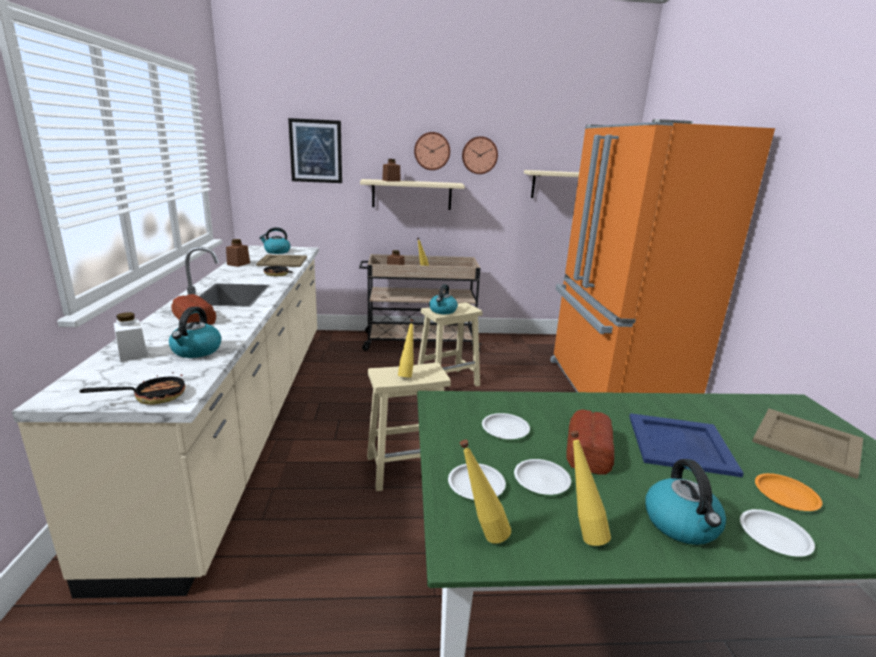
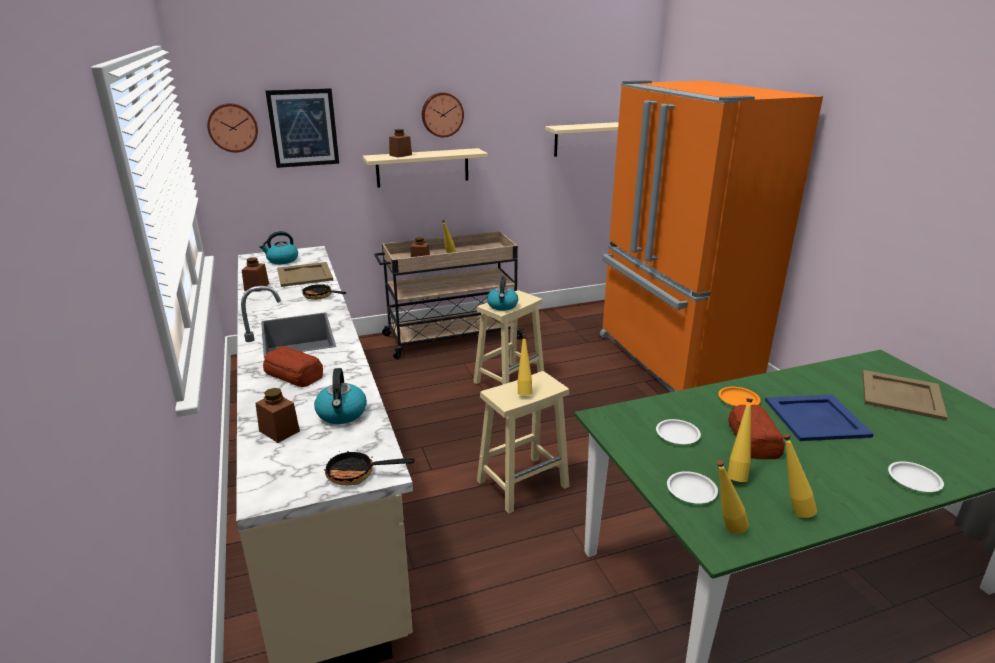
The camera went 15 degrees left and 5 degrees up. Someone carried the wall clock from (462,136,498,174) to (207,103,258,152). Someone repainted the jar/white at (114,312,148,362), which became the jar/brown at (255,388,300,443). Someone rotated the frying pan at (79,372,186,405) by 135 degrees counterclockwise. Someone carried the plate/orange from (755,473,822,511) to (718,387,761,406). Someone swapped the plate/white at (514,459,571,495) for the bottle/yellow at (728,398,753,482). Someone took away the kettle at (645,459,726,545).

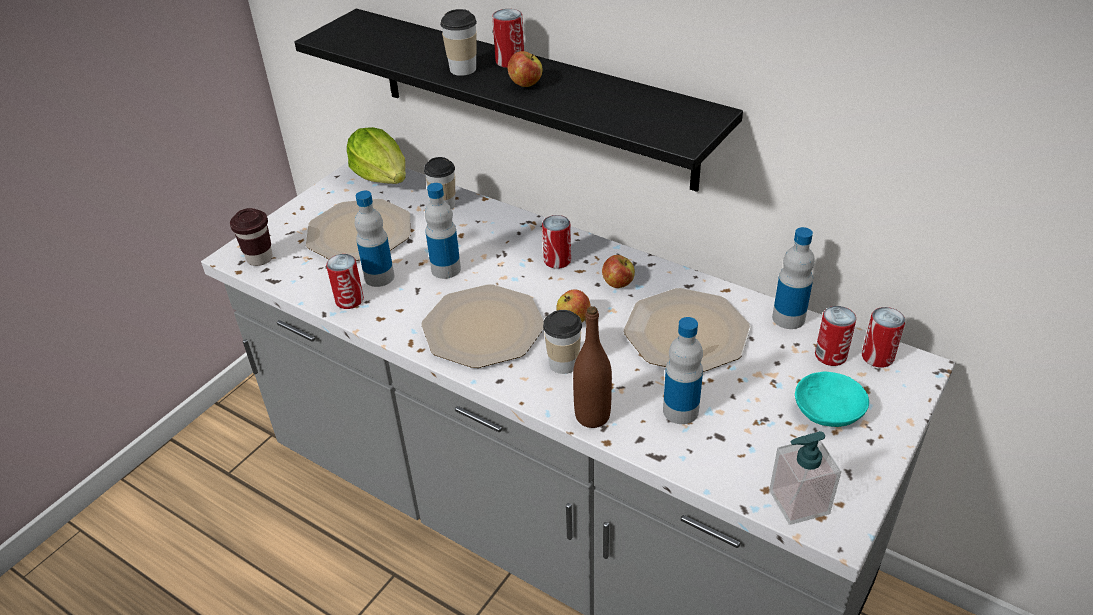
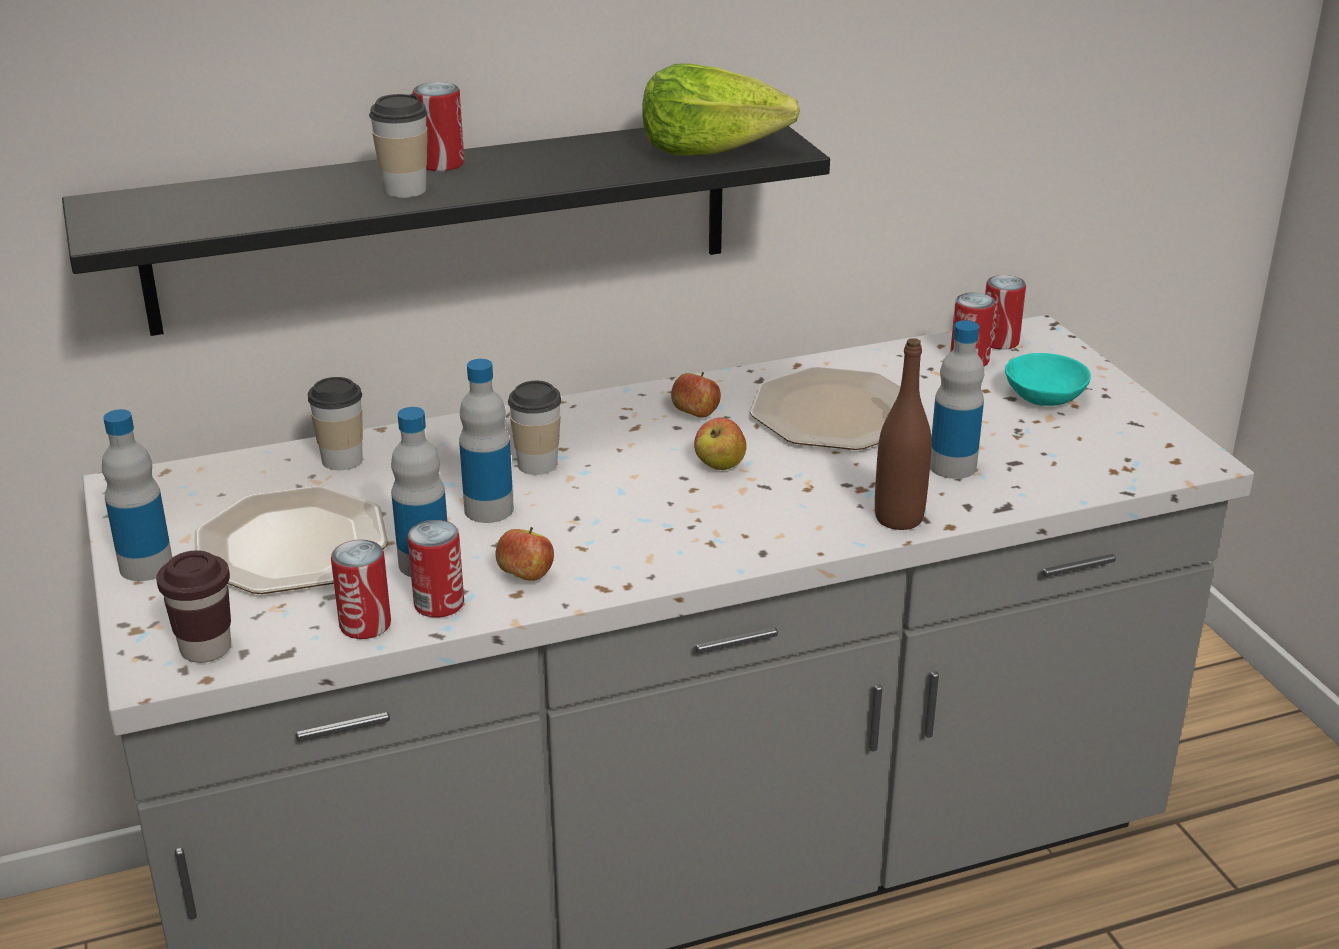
The camera went 55 degrees left and 10 degrees down. Someone carried the bottle from (772,227,815,329) to (102,409,172,581). Someone carried the can from (542,215,571,269) to (331,540,391,639). Someone carried the apple from (508,51,543,87) to (496,527,554,581). Someone carried the cup from (543,310,582,374) to (508,381,562,475). Someone carried the lettuce from (347,127,406,184) to (642,64,800,155). Someone took away the plate at (421,284,544,368). Someone took away the soap dispenser at (769,431,841,525).

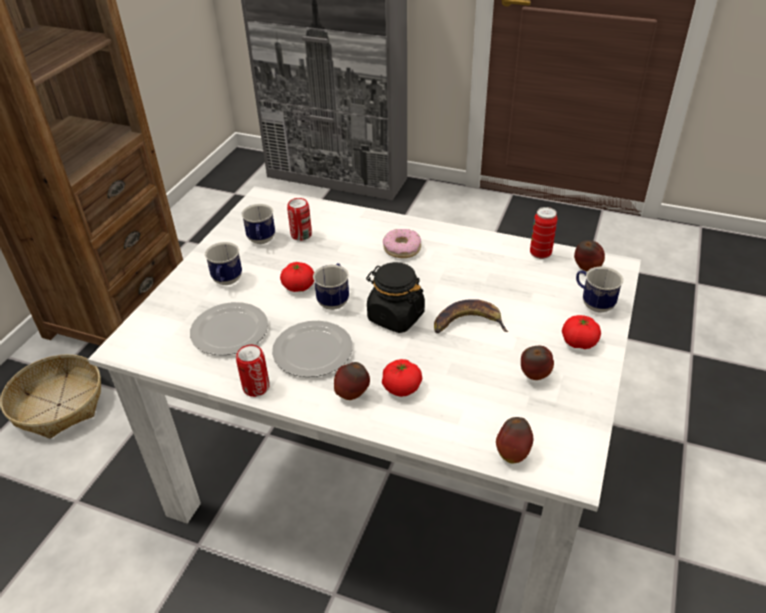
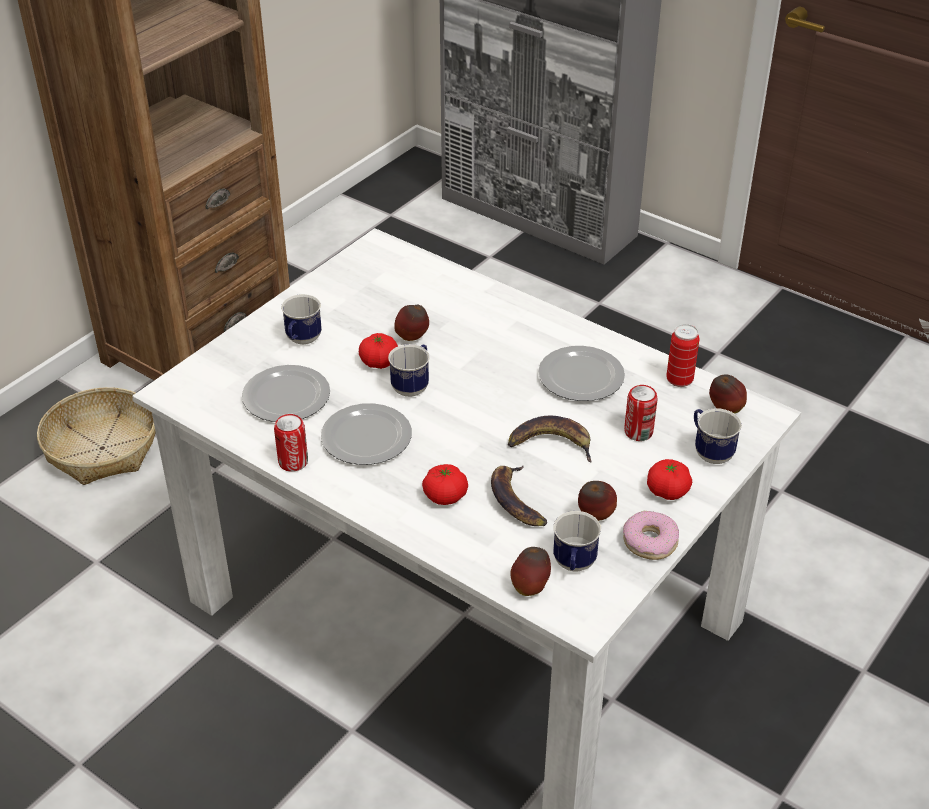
The camera went 15 degrees right and 0 degrees up. Someone carried the apple from (334,362,370,400) to (394,305,429,341). Someone put down the banana at (491,465,547,526). Someone put down the plate at (538,346,625,401). Someone carried the mug from (242,204,275,244) to (553,511,601,572). Someone carried the donut from (383,229,421,258) to (623,511,679,560). Someone carried the can from (287,198,312,241) to (624,385,658,441). Someone took away the jar/black at (366,262,425,333).

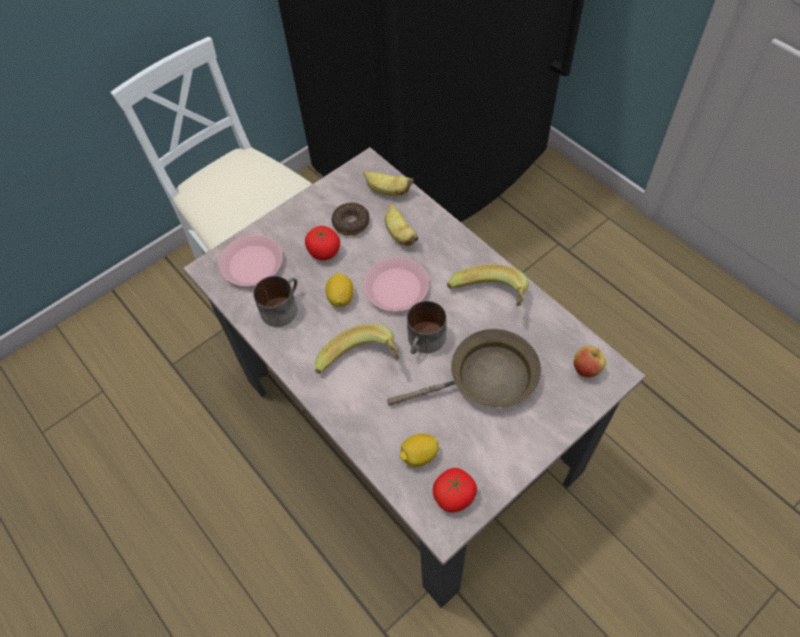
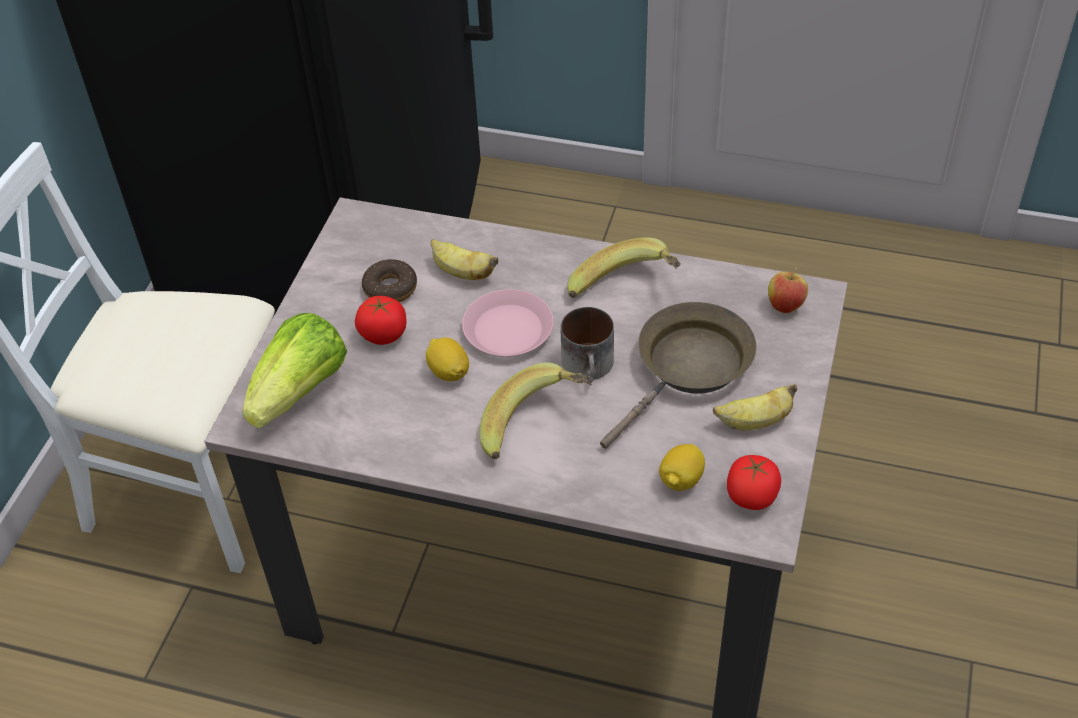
The camera went 35 degrees left and 10 degrees down. Someone swapped the plate/pink at (219,235,283,286) for the lettuce at (242,313,347,428). Someone carried the banana from (364,171,414,196) to (713,384,797,431). Someone took away the mug at (253,276,297,327).

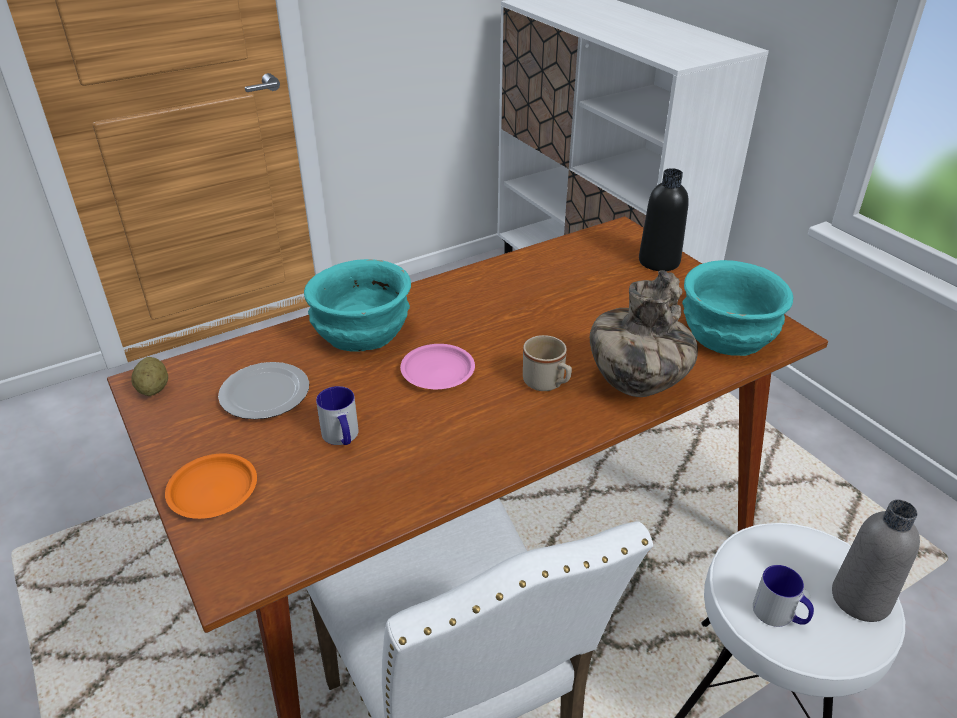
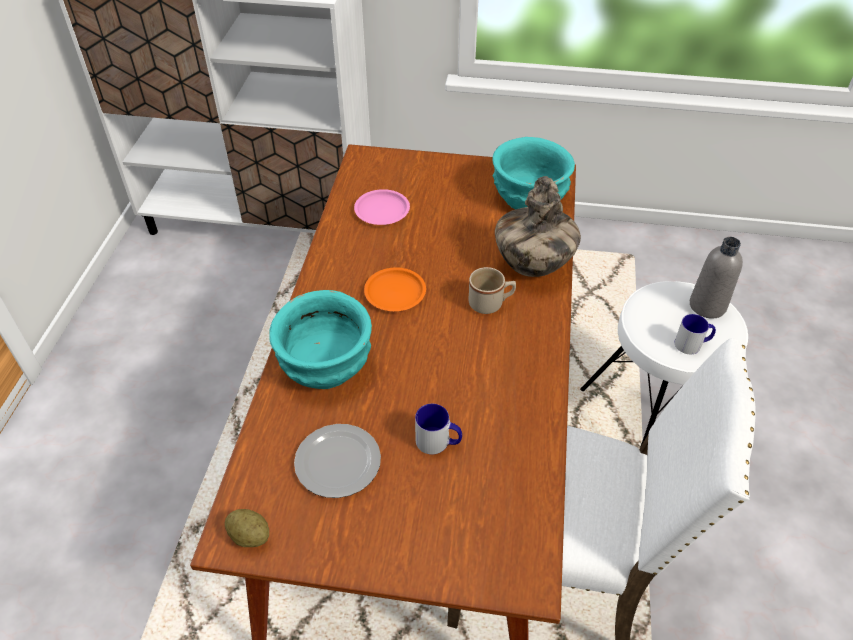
The camera went 50 degrees left and 10 degrees up. Someone carried the plate/pink from (400,344,475,389) to (354,189,410,225). Someone carried the plate/orange from (165,453,257,519) to (364,267,426,311). Someone took away the bottle/black at (639,168,689,271).

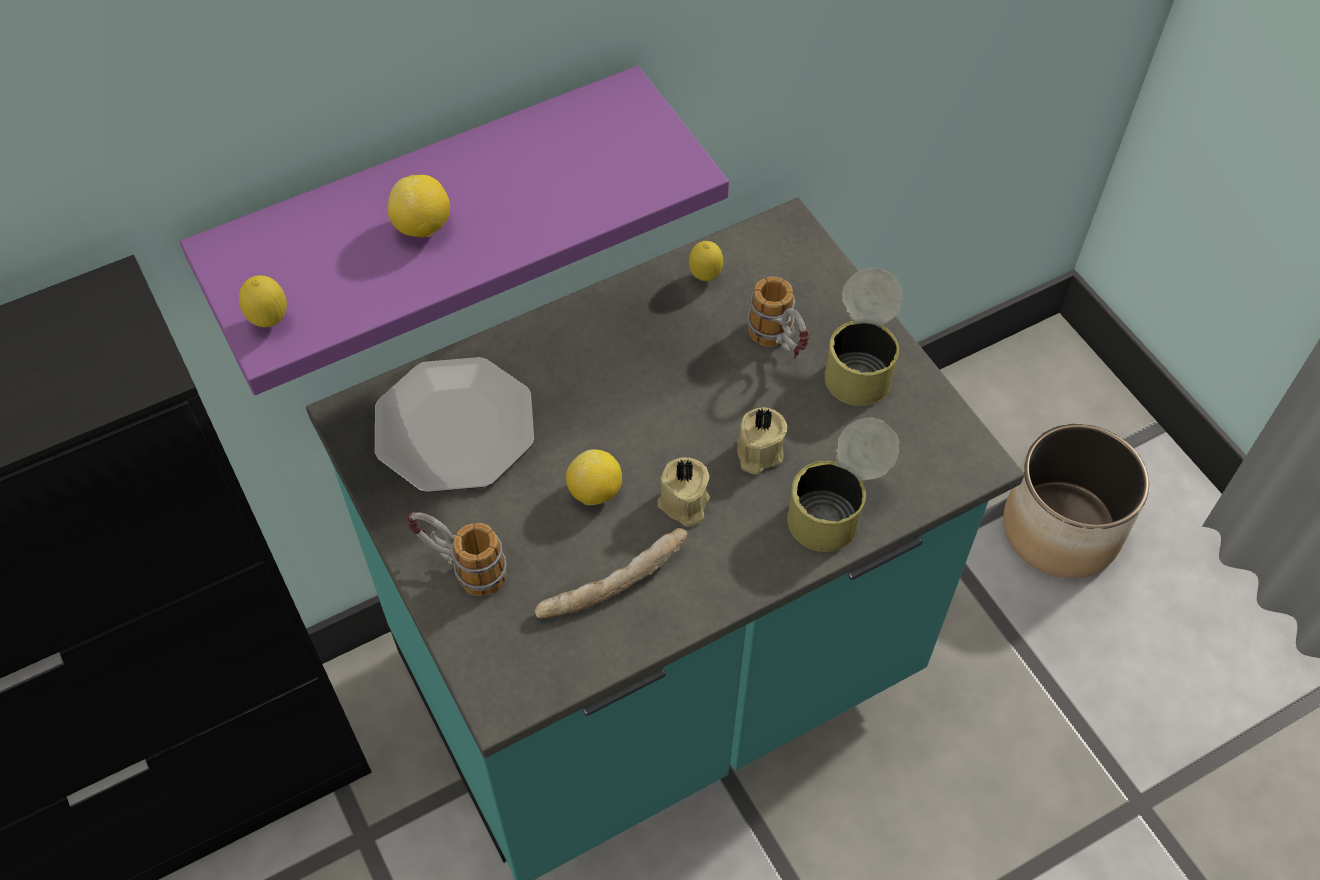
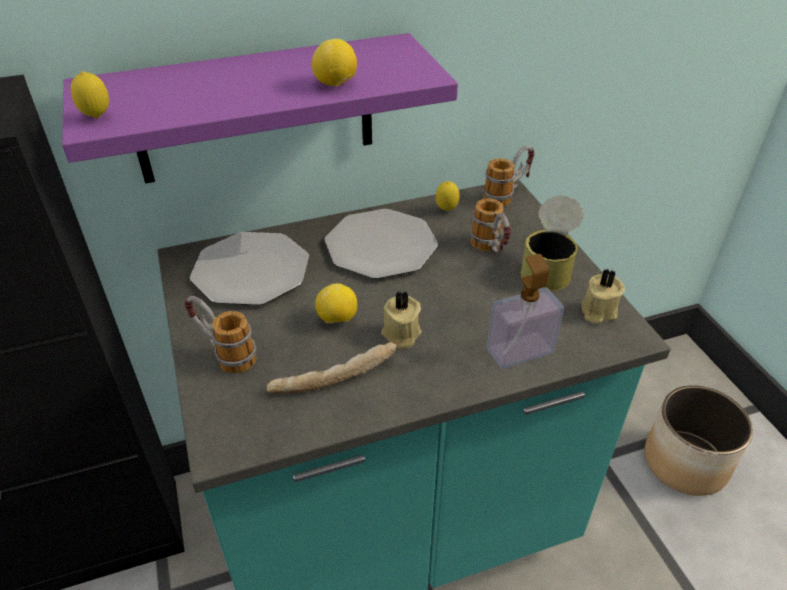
The camera went 10 degrees right and 15 degrees down. Someone carried the lemon from (388,175,450,237) to (312,39,357,86). Someone put down the plate at (324,209,438,279). Someone put down the mug at (483,146,535,207). Someone swapped the can at (787,417,900,552) for the soap dispenser at (487,254,564,369). Someone carried the candle/beige from (737,407,787,474) to (581,268,625,324).

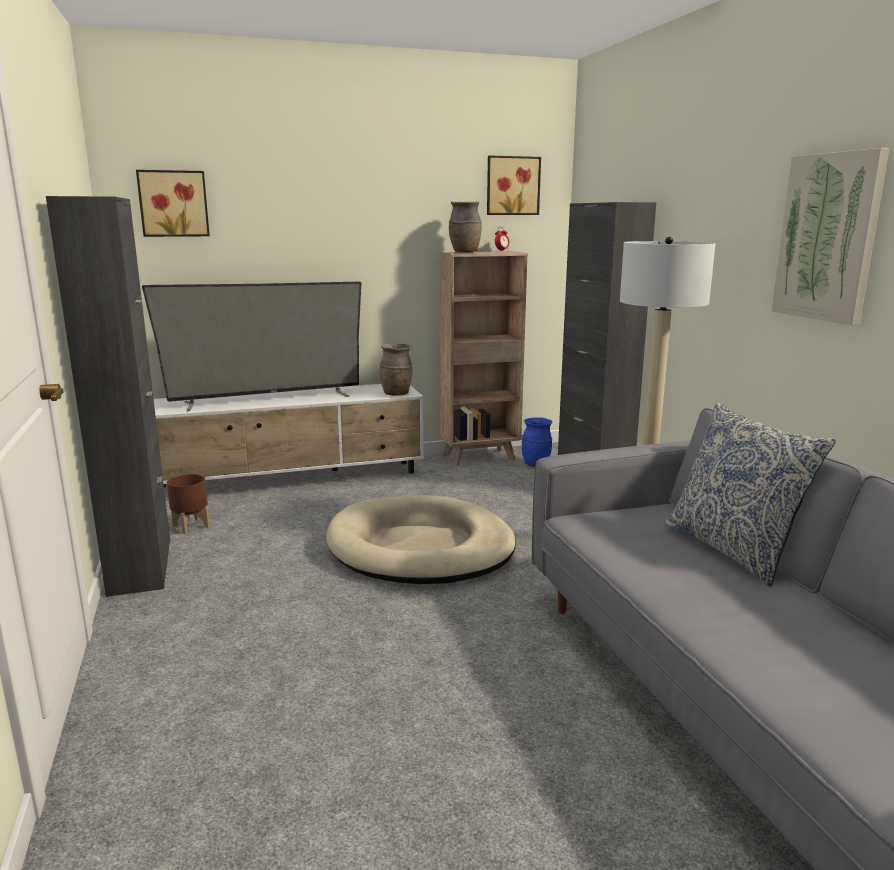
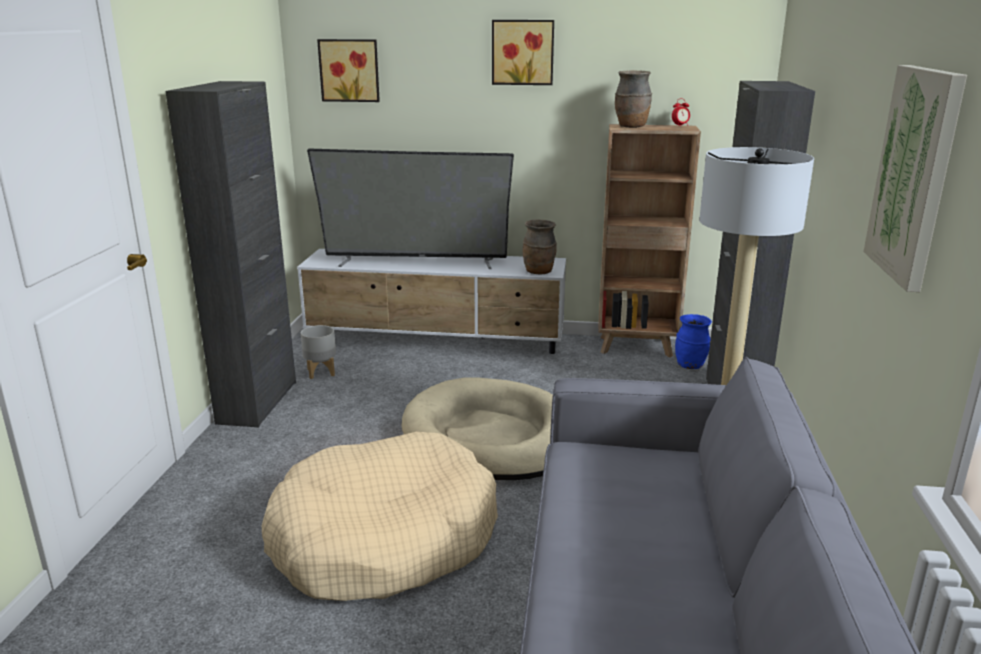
The camera went 25 degrees right and 5 degrees up. Someone put down the dog bed/beige at (262,432,498,601). Someone repainted the planter/brown at (167,474,209,534), which became the planter/grey at (301,325,336,379). Someone carried the picture from (487,156,541,215) to (492,20,554,85). Someone took away the pillow at (665,403,836,587).

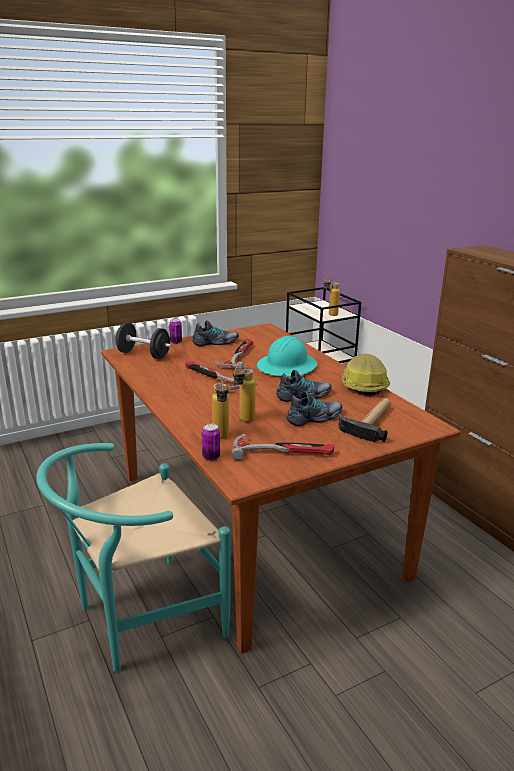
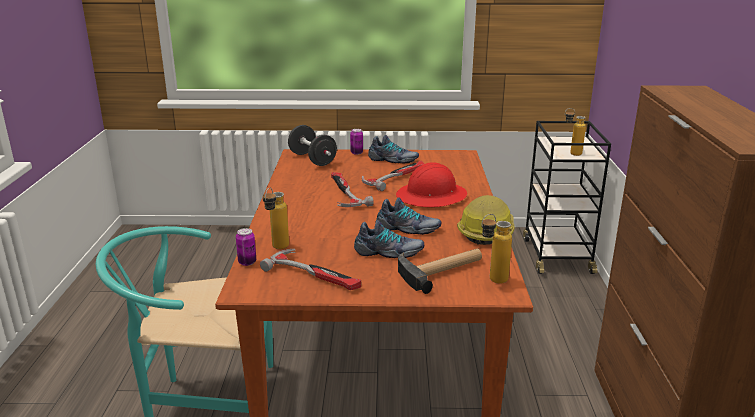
The camera went 30 degrees right and 0 degrees up. Someone repainted the hard hat/turquoise at (257,336,317,377), which became the hard hat/red at (396,162,467,207). Someone carried the bottle from (233,364,256,422) to (481,214,512,284).

